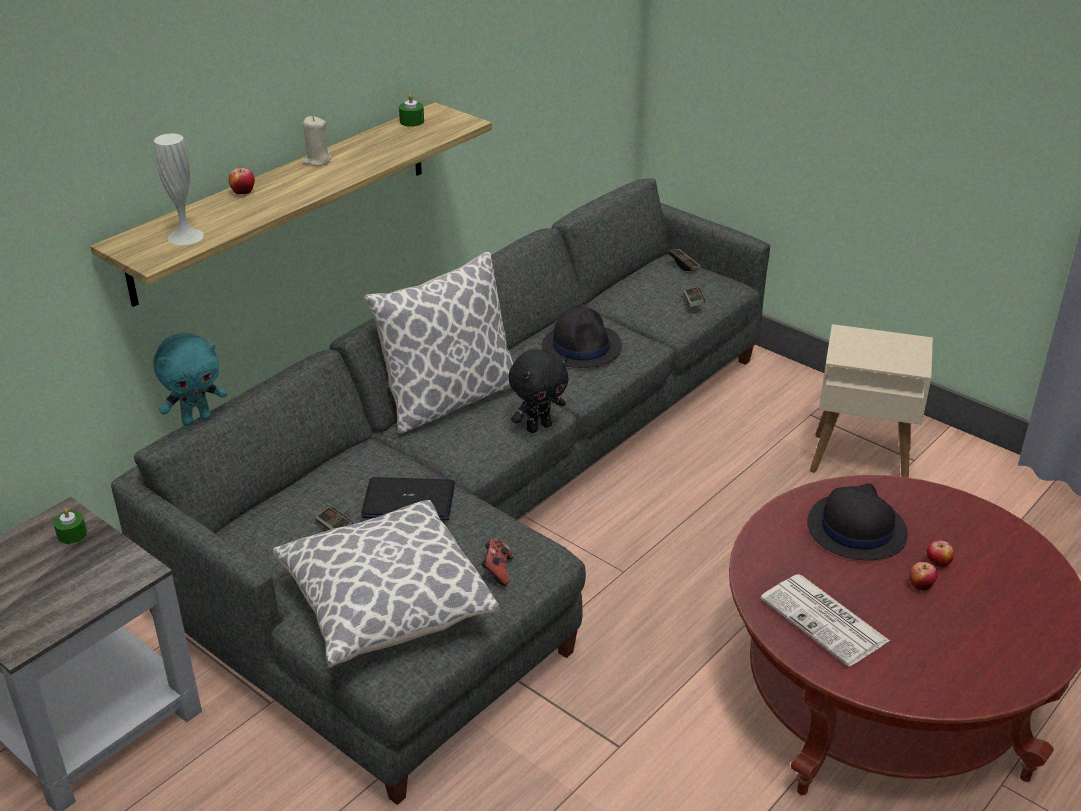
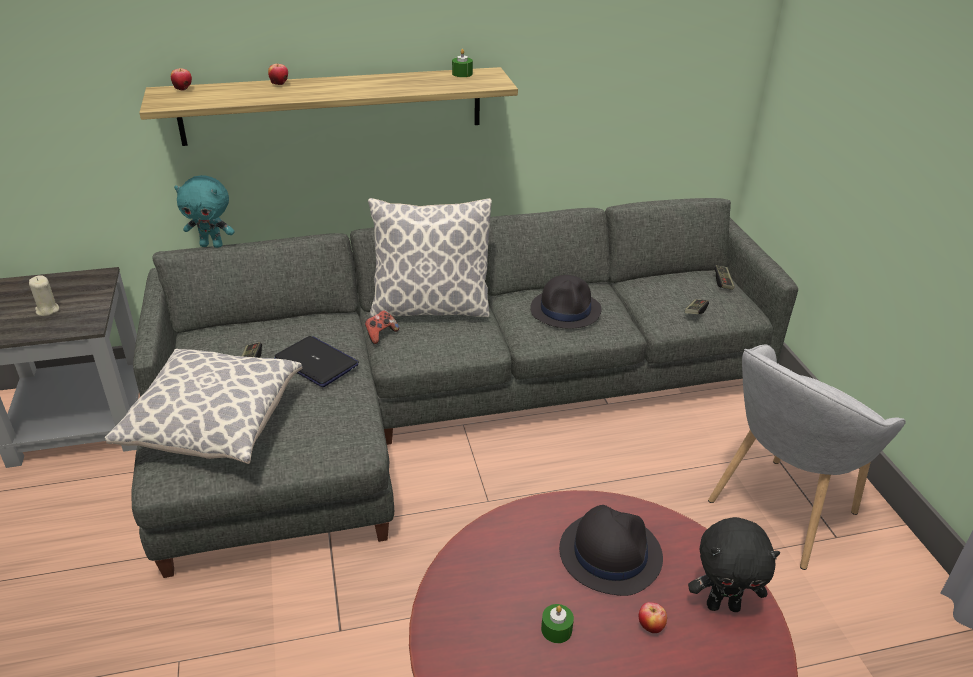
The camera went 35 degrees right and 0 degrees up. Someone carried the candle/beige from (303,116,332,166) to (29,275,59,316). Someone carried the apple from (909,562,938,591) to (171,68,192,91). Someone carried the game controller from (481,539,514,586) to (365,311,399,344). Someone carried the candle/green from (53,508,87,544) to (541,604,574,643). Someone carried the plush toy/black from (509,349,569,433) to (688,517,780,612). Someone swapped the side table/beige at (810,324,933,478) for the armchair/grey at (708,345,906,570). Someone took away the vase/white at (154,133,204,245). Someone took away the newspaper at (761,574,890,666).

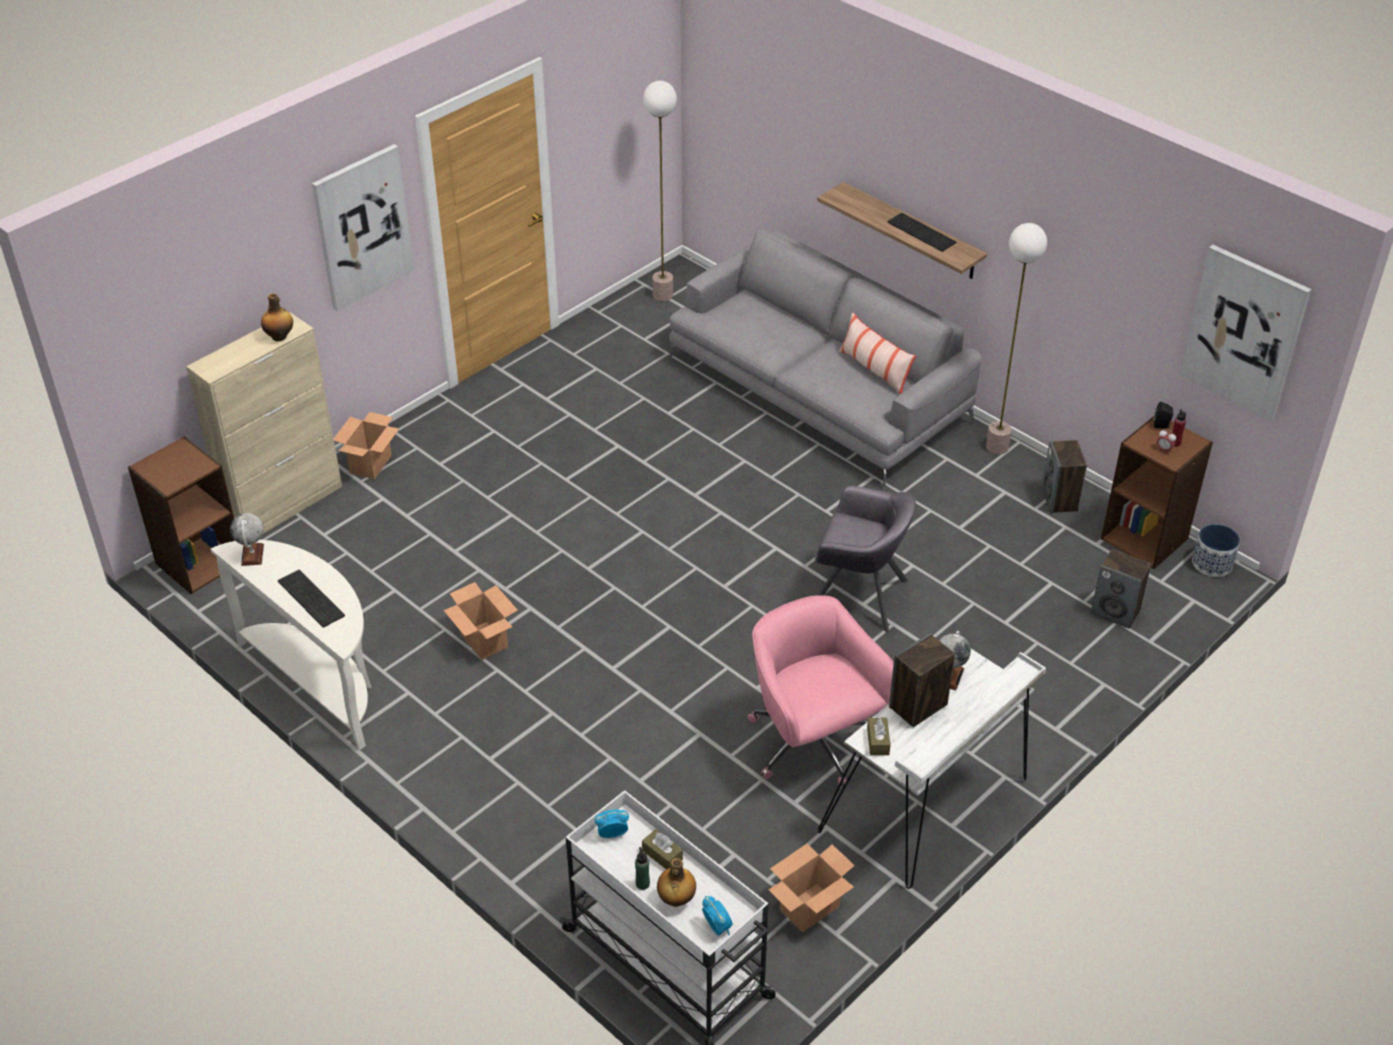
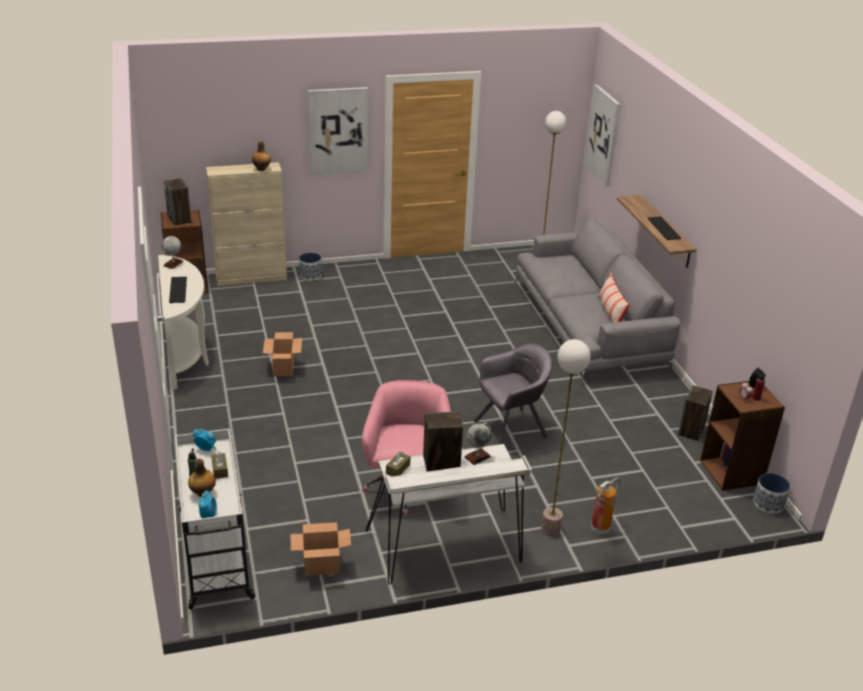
The camera went 30 degrees right and 10 degrees down. Someone carried the speaker from (1091,549,1151,629) to (164,178,192,226). Someone swapped the cardboard box at (334,412,399,479) for the planter at (299,252,322,281). Someone rotated the armchair/grey at (815,486,916,633) by 75 degrees counterclockwise. Someone carried the floor lamp from (986,223,1047,454) to (541,339,591,536). Someone carried the picture from (1179,245,1311,421) to (584,85,621,186). Someone put down the fire extinguisher at (591,477,621,535).

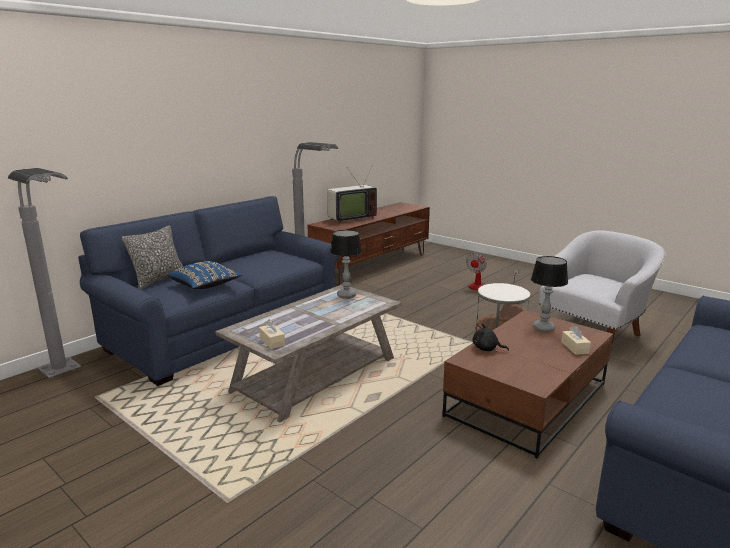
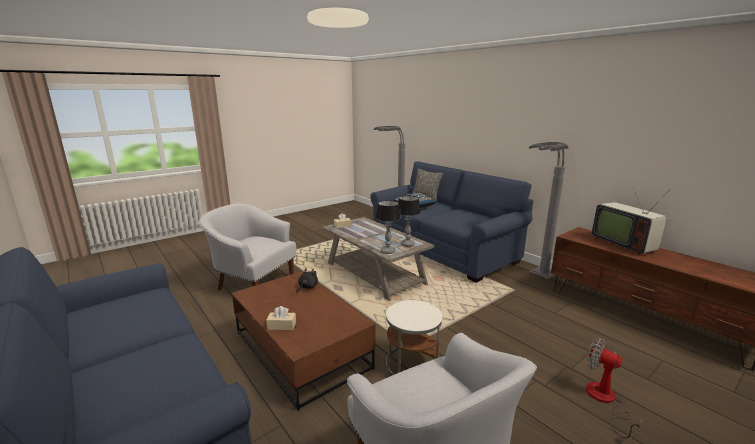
The camera went 100 degrees right and 0 degrees up. Someone put down the armchair/white at (199,203,297,290). Someone carried the table lamp from (531,256,568,332) to (376,200,401,254).

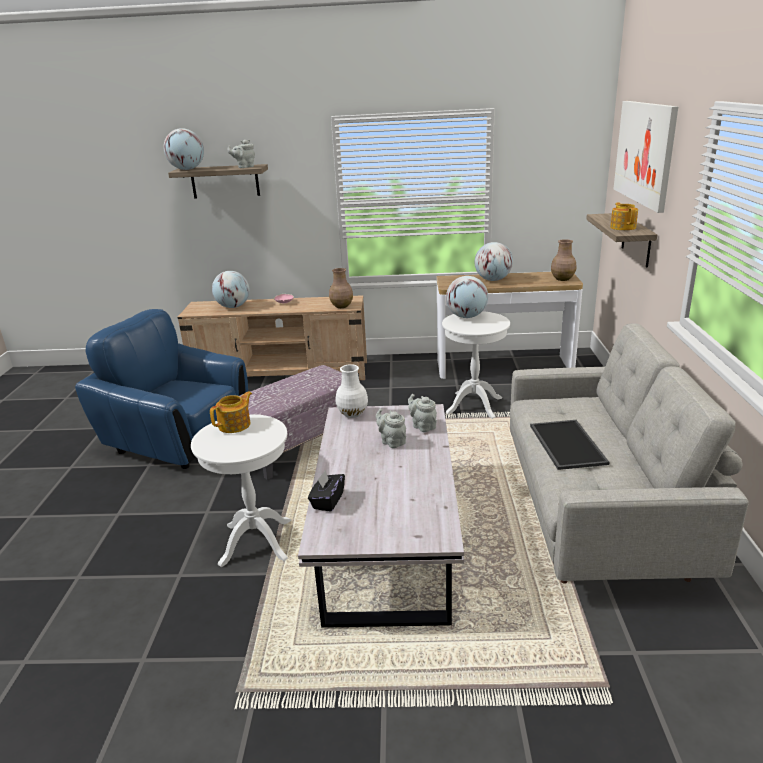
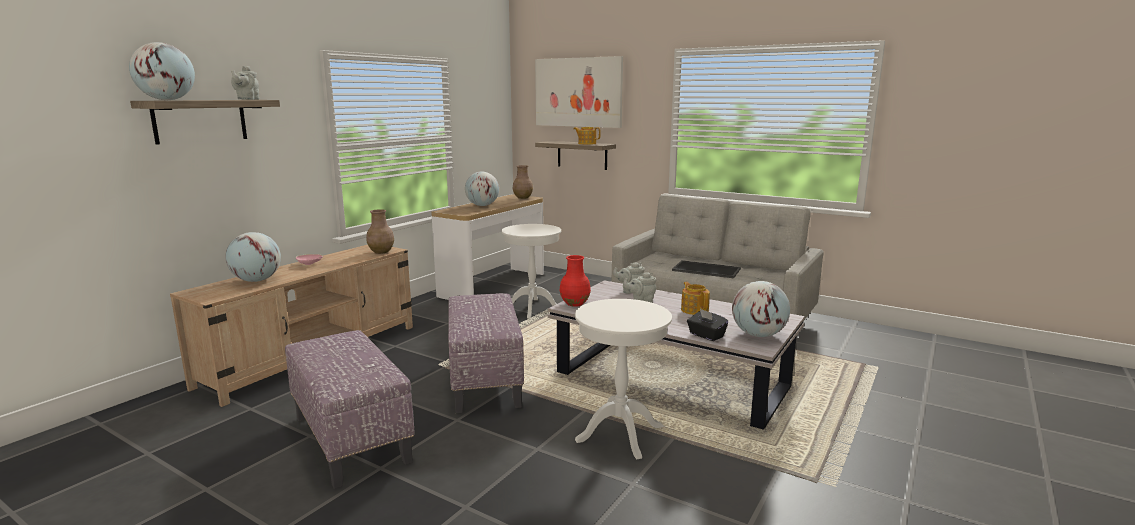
The camera went 60 degrees left and 10 degrees down. Someone swapped the armchair/blue at (75,309,248,469) for the ottoman at (285,330,415,489). Someone repainted the vase/white at (336,364,368,418), which became the vase/red at (560,255,591,307). Someone carried the teapot from (210,391,252,433) to (681,282,710,315). Someone carried the globe from (446,276,488,318) to (732,281,790,337).

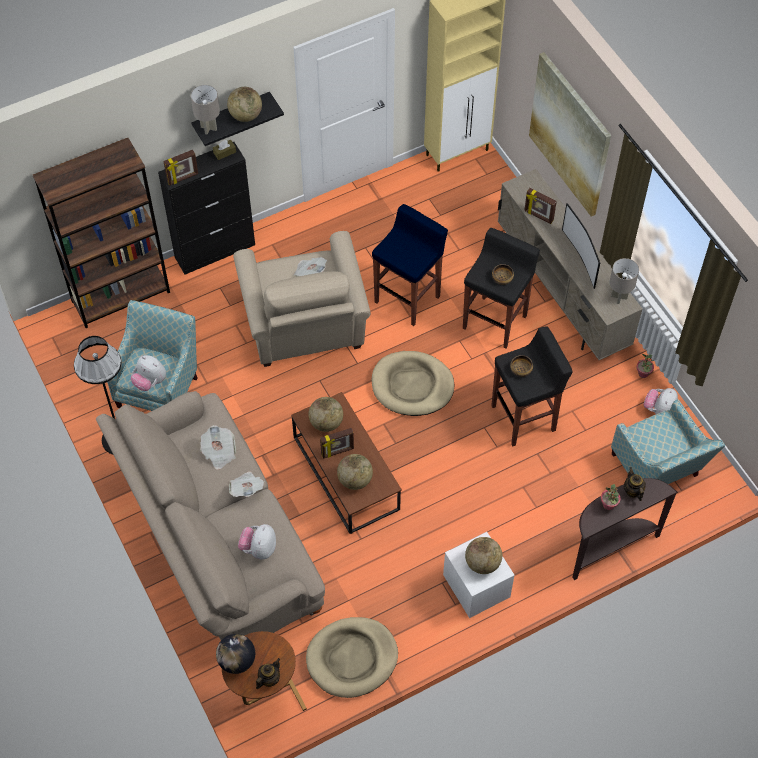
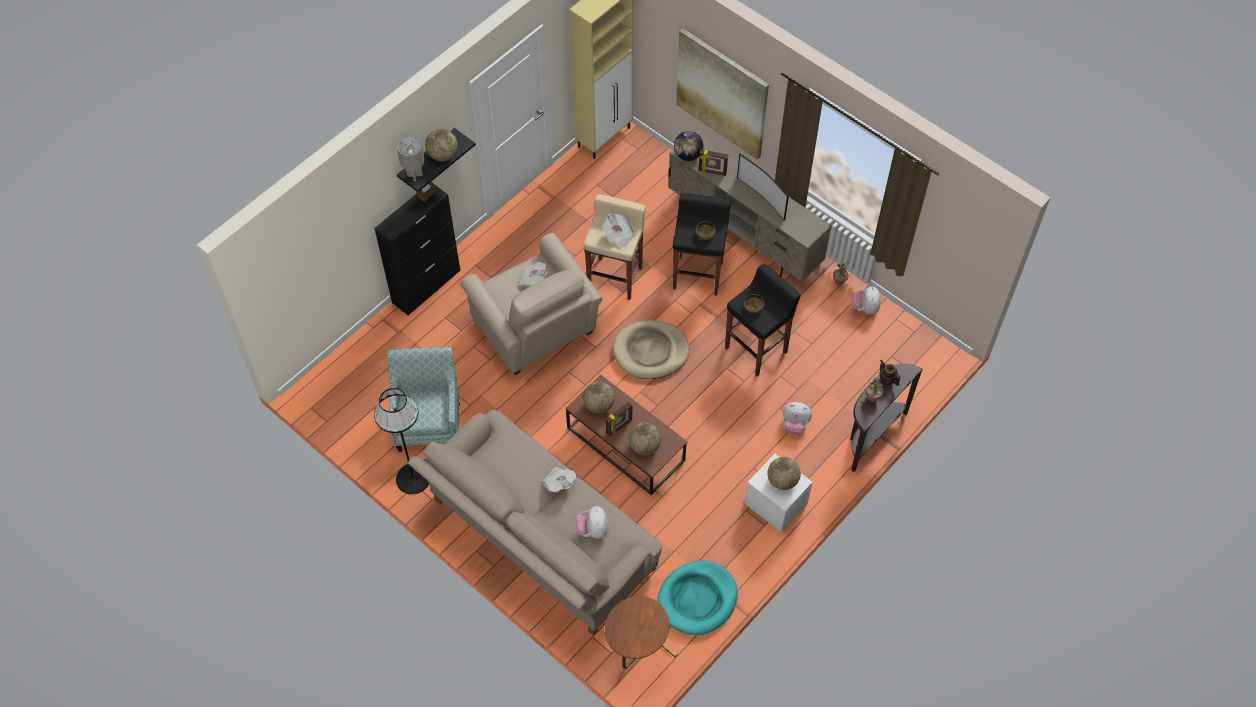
The camera went 20 degrees left and 0 degrees up. Someone repainted the stool/blue at (372,204,448,326), which became the stool/beige at (584,194,646,300). Someone carried the newspaper from (200,425,236,470) to (603,213,635,249). Someone repainted the dog bed/beige at (306,617,398,698), which became the dog bed/turquoise at (657,560,738,635). Someone carried the globe from (216,634,255,674) to (674,131,703,161). Someone carried the plush toy from (131,355,166,391) to (783,402,812,434). Someone took away the bookcase/brown at (33,138,170,328). Someone took away the picture frame at (163,150,198,186). Someone took away the teapot at (256,658,280,689). Someone took away the table lamp/grey at (609,258,639,304). Someone took away the armchair at (611,399,725,484).

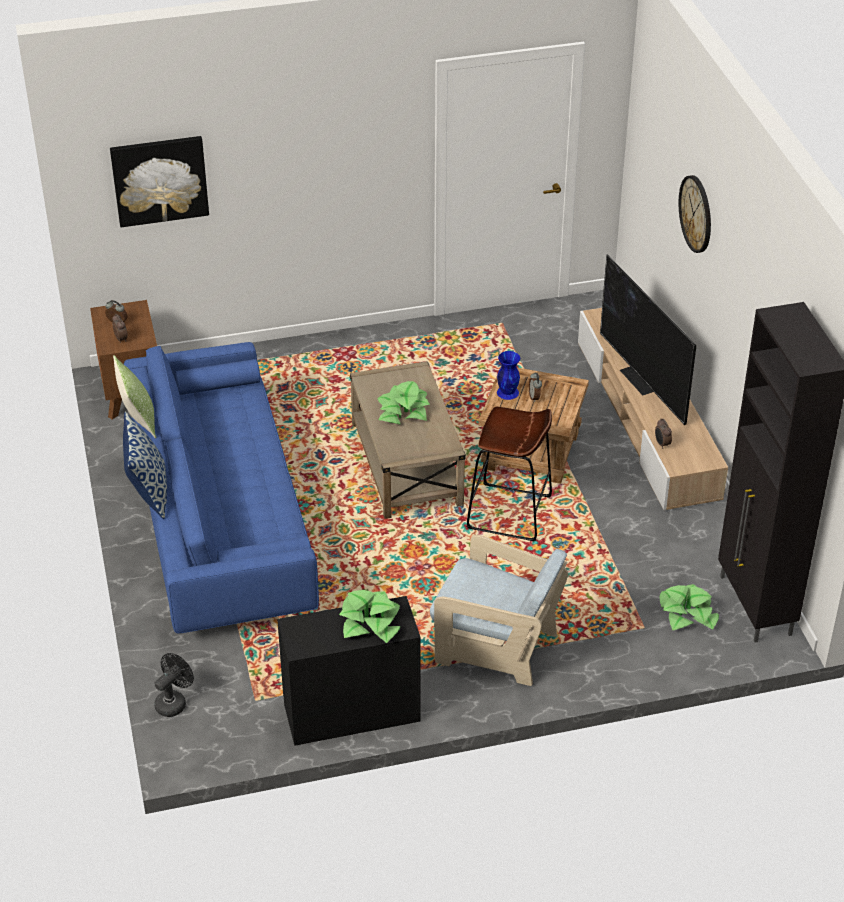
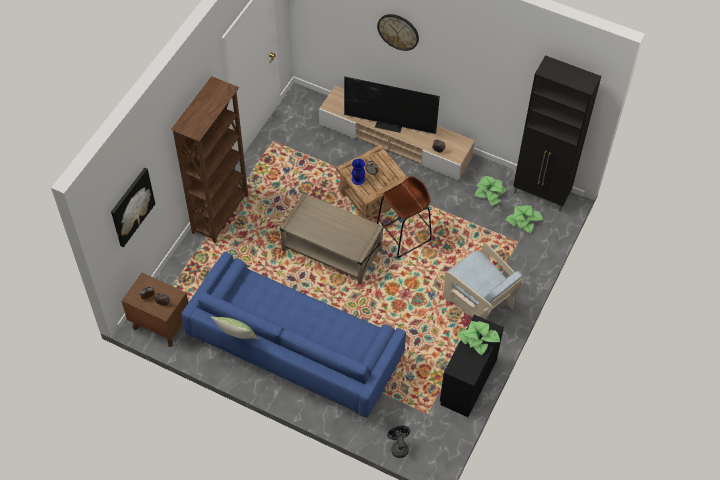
The camera went 50 degrees left and 15 degrees up. Someone put down the bookcase/brown at (171,76,248,243). Someone rotated the armchair/beige at (430,535,568,686) by 75 degrees clockwise. Someone carried the potted plant from (377,381,430,425) to (474,176,507,206). Someone took away the pillow at (123,412,167,519).

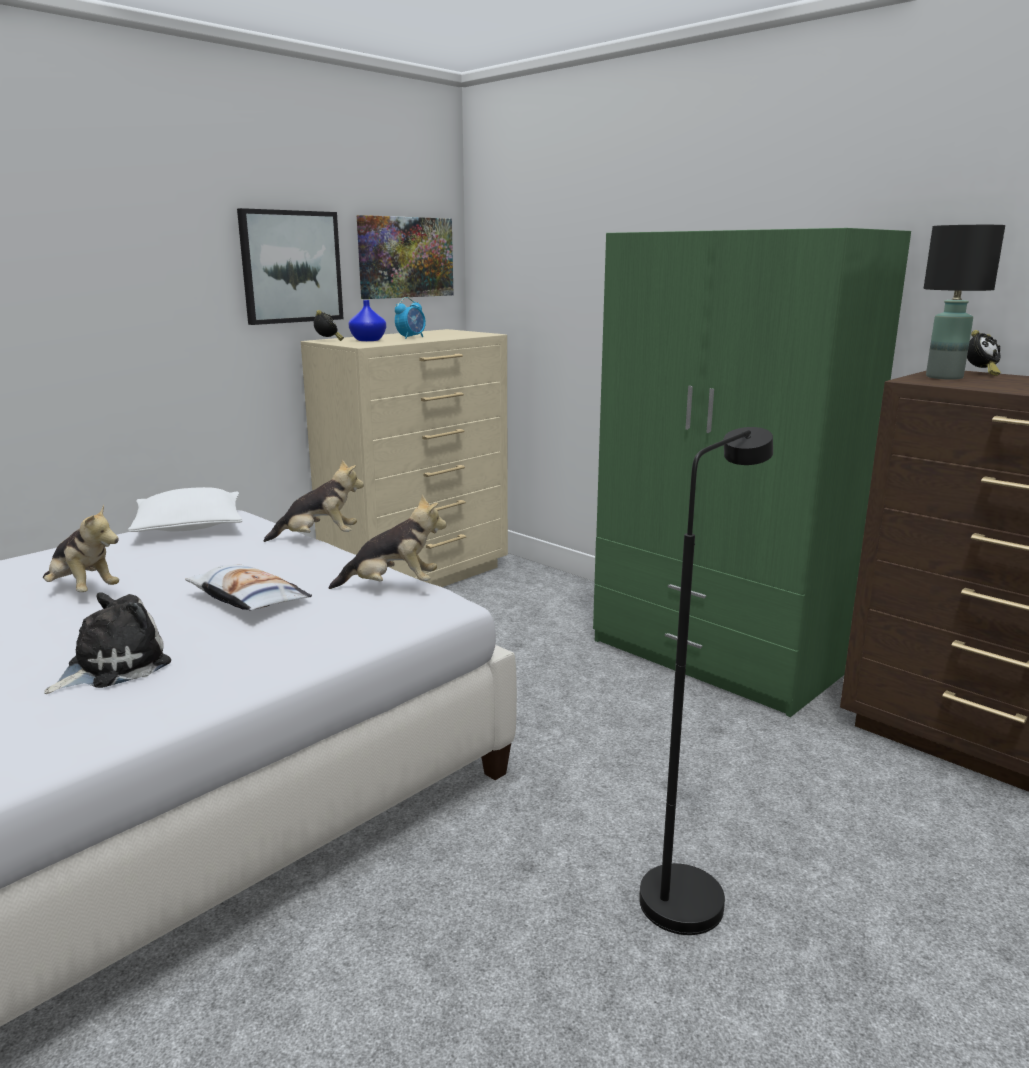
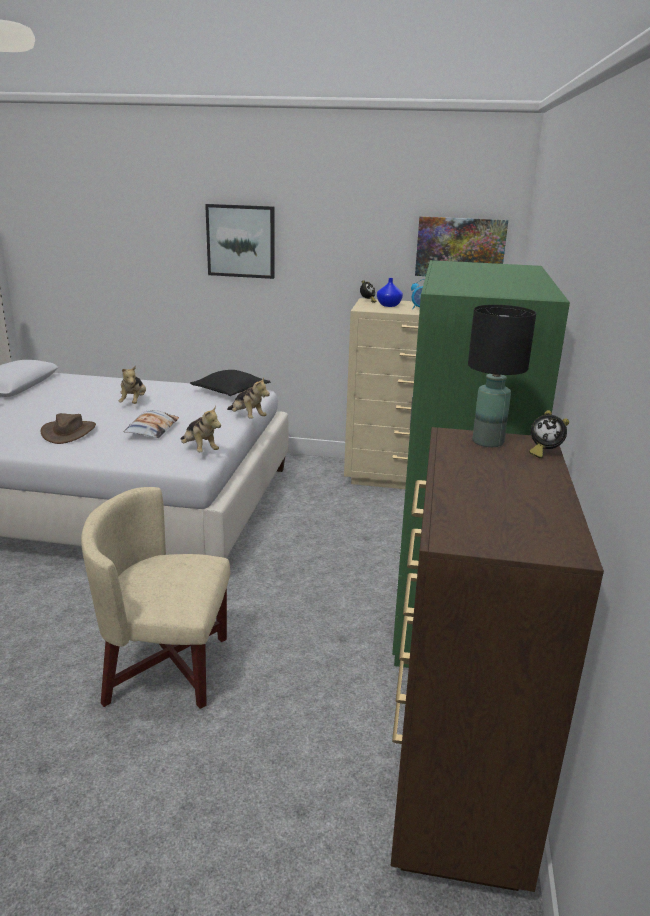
The camera went 55 degrees right and 5 degrees up. Someone swapped the plush toy at (44,592,171,694) for the hat/brown at (41,413,96,444). Someone swapped the floor lamp/black at (639,427,773,935) for the armchair/beige at (81,487,231,709). Someone repainted the pillow/white at (128,487,243,532), which became the pillow/black at (190,370,270,396). Someone carried the picture from (237,208,344,325) to (205,204,275,279).

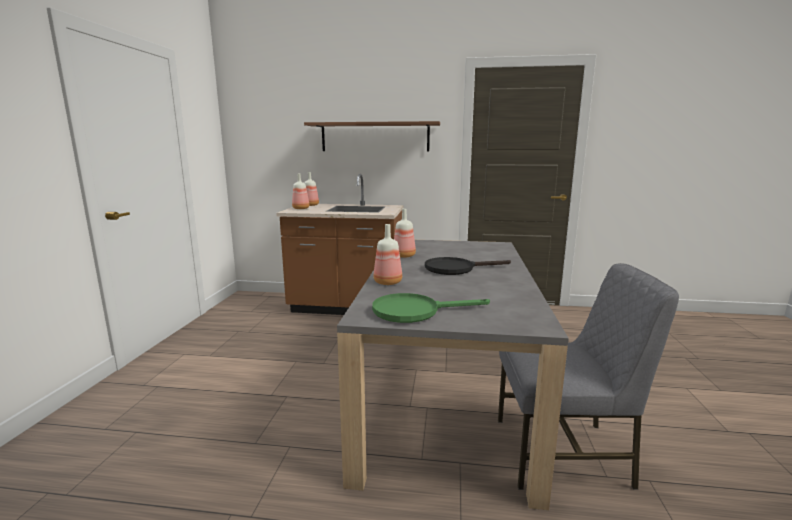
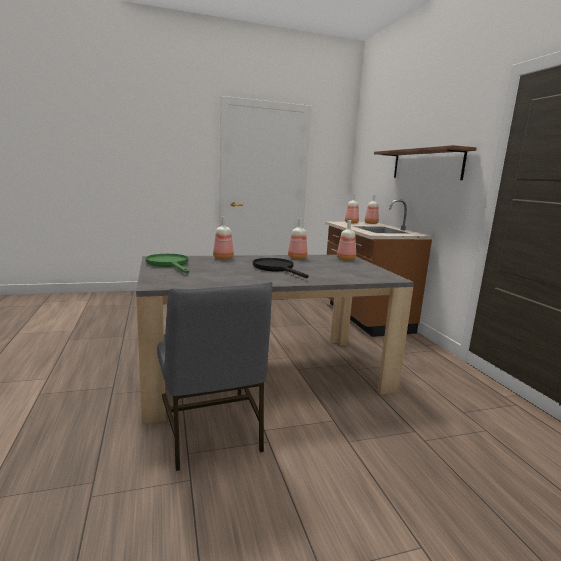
The camera went 65 degrees right and 0 degrees up. Someone put down the bottle at (337,220,356,261).

